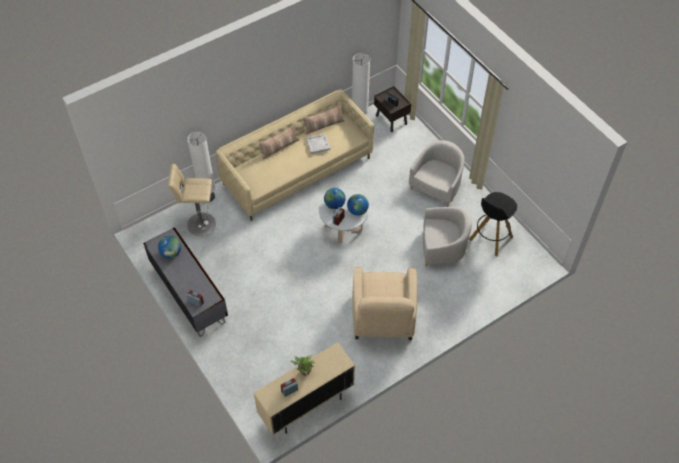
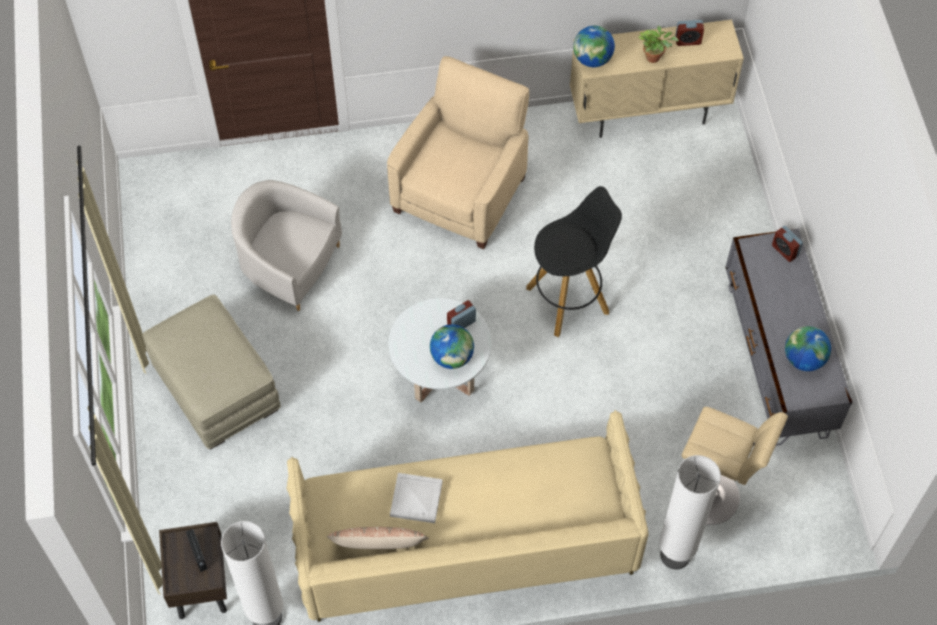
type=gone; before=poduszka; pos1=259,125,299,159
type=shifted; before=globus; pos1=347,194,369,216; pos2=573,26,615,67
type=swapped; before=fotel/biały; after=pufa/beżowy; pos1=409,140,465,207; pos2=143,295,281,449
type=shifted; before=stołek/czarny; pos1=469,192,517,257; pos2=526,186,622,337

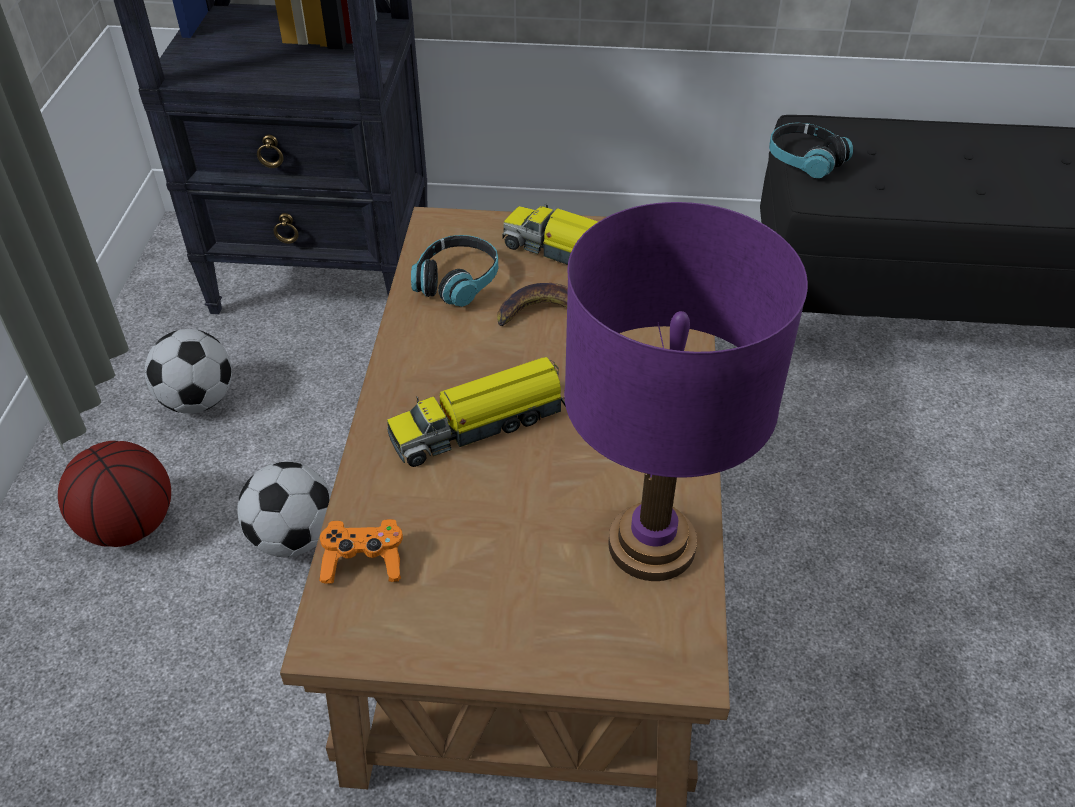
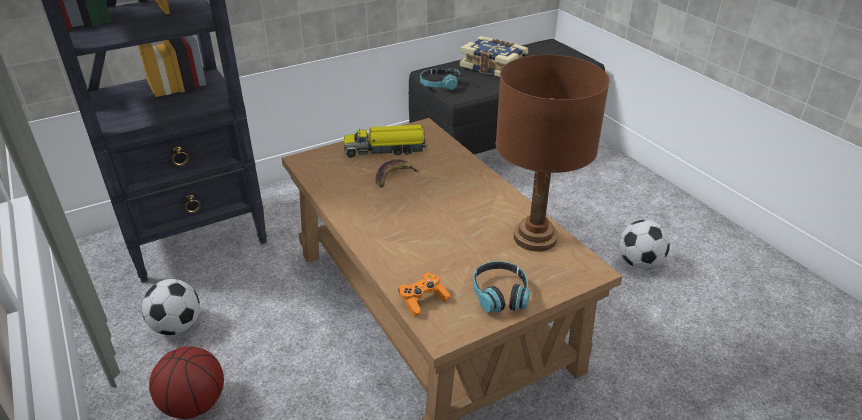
type=shifted; before=piłka futbolowa; pos1=237,462,332,557; pos2=619,220,670,269
type=gone; before=ciężarówka zabawkowa; pos1=387,357,566,467
type=shifted; before=słuchawki; pos1=411,235,498,307; pos2=473,261,530,313
type=repainted; before=lampa stołowa/fioletowy; after=lampa stołowa/brązowy; pos1=564,202,808,581; pos2=496,55,610,252
type=new; after=książka; pos2=460,36,529,77

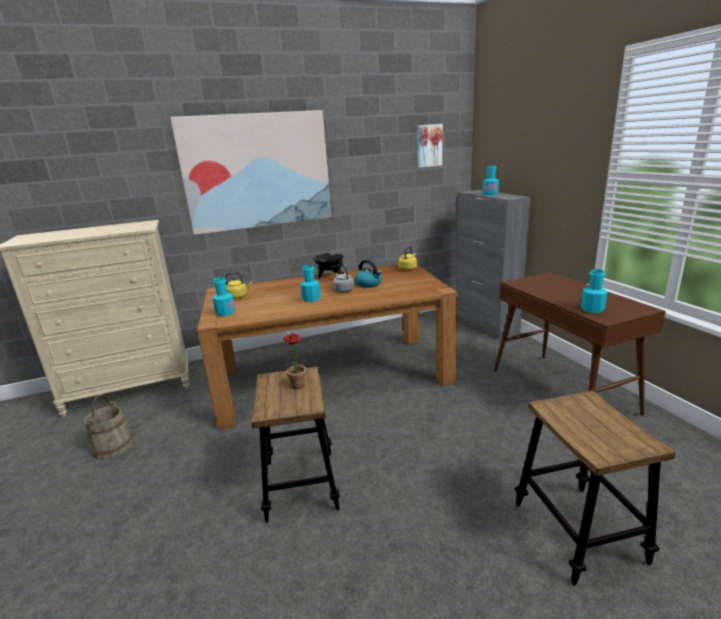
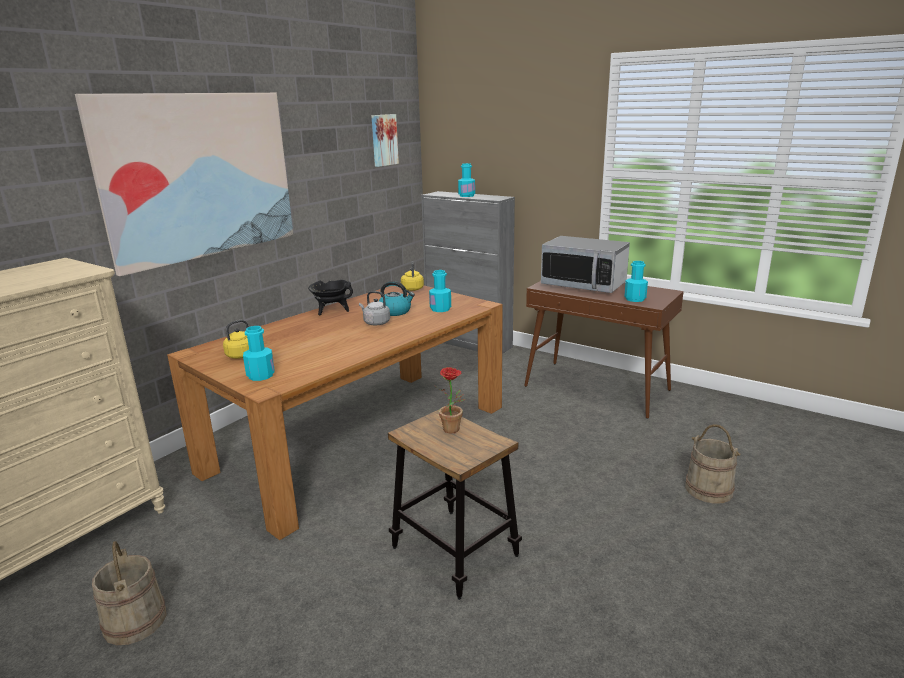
type=shifted; before=butelka/turkusowy; pos1=300,265,321,302; pos2=429,270,451,312
type=swapped; before=stołek; after=wiadro/beżowy; pos1=515,391,676,586; pos2=685,424,741,504
type=new; after=mikrofalówka; pos2=541,236,630,293

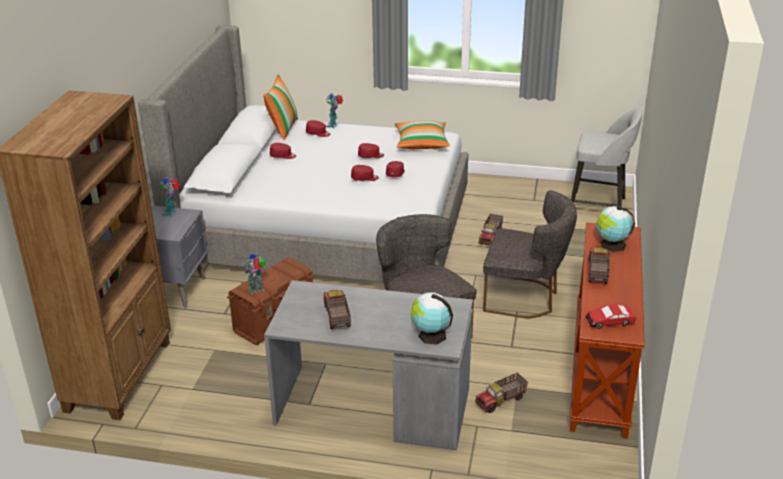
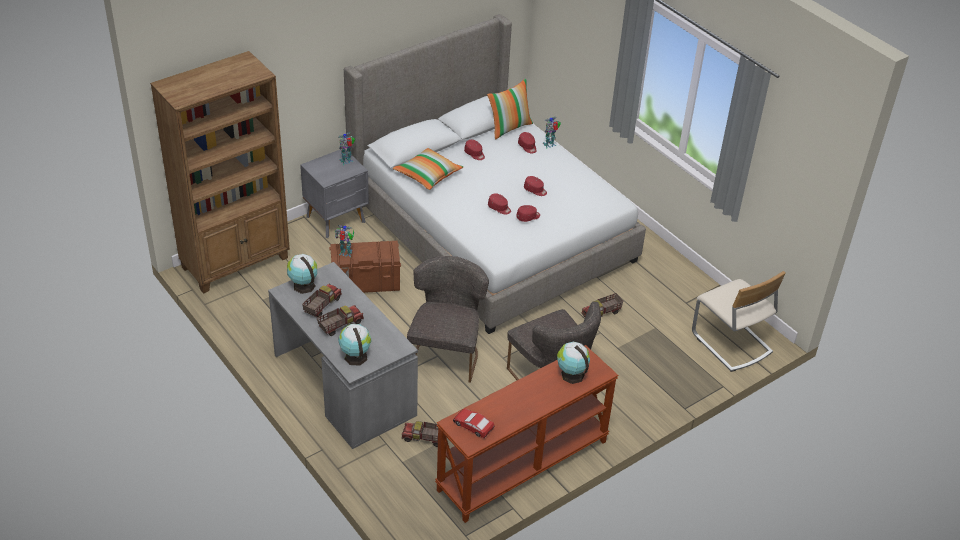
type=shifted; before=poduszka; pos1=395,120,450,149; pos2=393,148,463,190
type=swapped; before=stołek/szary; after=krzesło/beżowy; pos1=571,108,642,207; pos2=692,271,786,372
type=shifted; before=ciężarówka zabawkowa; pos1=589,248,610,283; pos2=317,305,364,336
type=new; after=globus; pos2=287,254,317,294

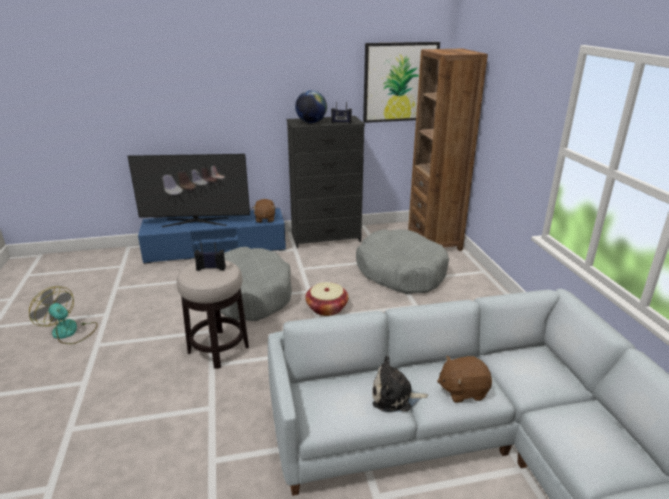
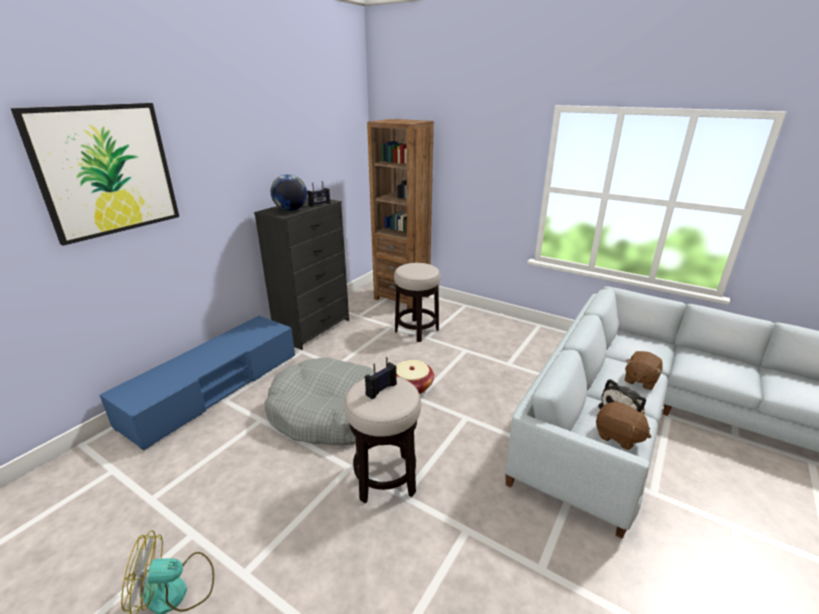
type=gone; before=telewizor; pos1=128,154,250,227
type=shifted; before=pluszak/brązowy; pos1=253,199,275,223; pos2=596,401,651,450
type=swapped; before=legowisko/szary; after=stołek; pos1=356,229,449,294; pos2=394,263,441,342
type=shifted; before=obraz; pos1=363,42,440,123; pos2=11,103,179,246

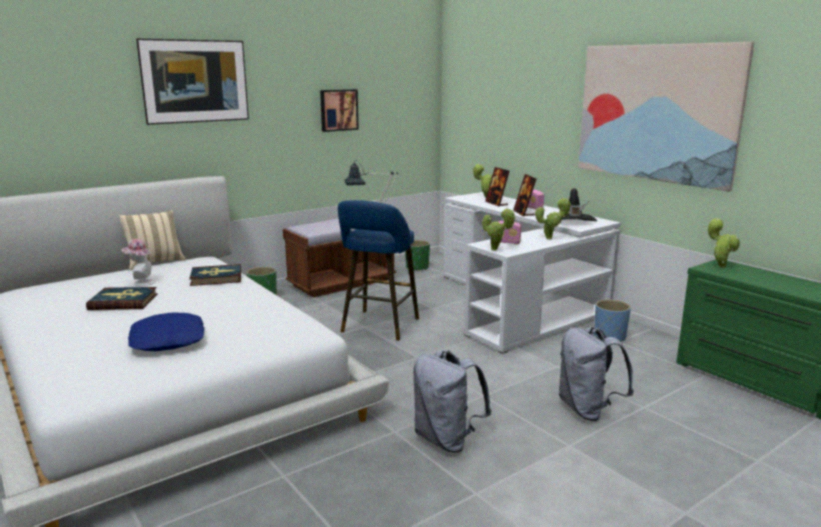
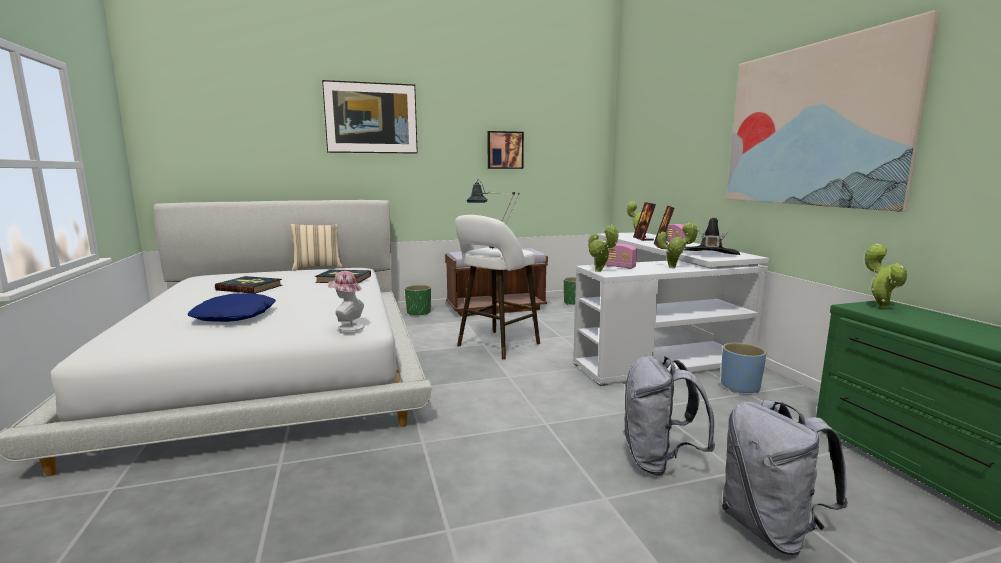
type=shifted; before=kapelusz; pos1=122,239,155,286; pos2=328,271,365,331
type=repainted; before=stołek/niebieski; after=stołek/biały; pos1=338,200,419,341; pos2=455,215,540,359
type=shifted; before=plecak/szary; pos1=413,350,491,452; pos2=722,400,848,555

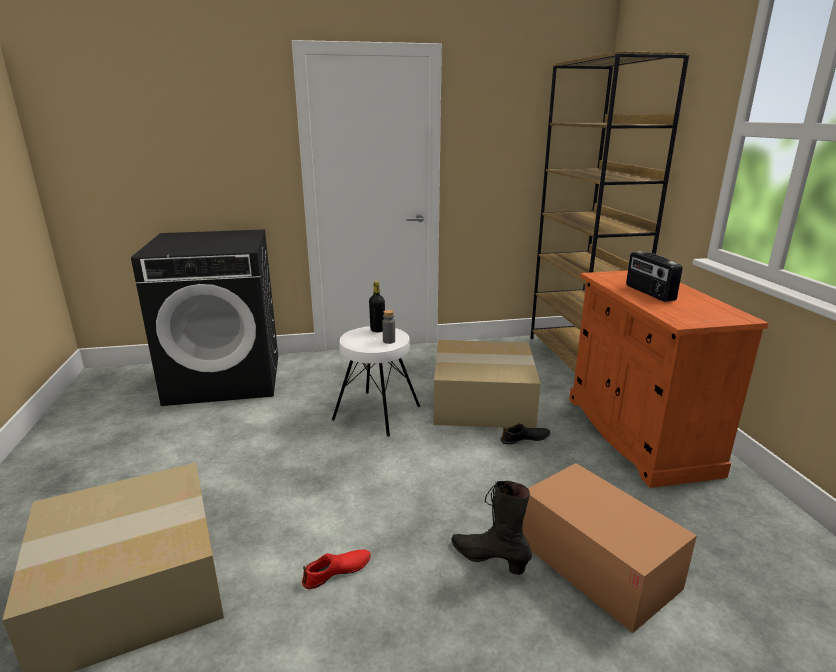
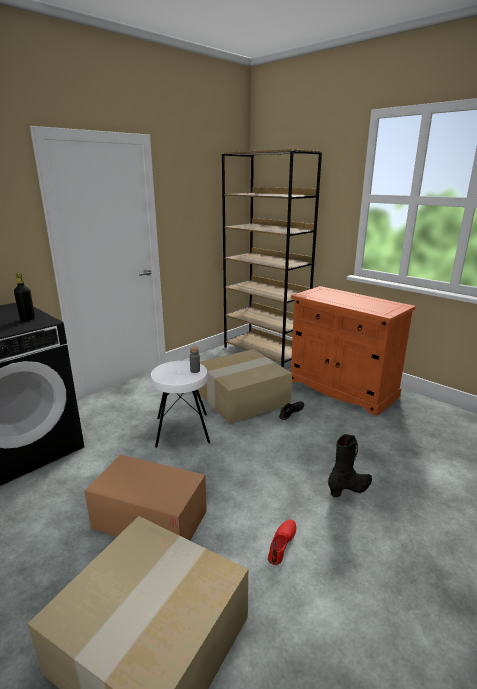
type=shifted; before=butelka/czarny; pos1=369,281,385,332; pos2=14,273,35,321
type=rotated; before=but z cholewką/czarny; pos1=451,481,532,575; pos2=328,434,372,497; turn=150
type=shifted; before=karton; pos1=523,463,697,633; pos2=85,455,207,541
type=gone; before=radio; pos1=626,251,683,302

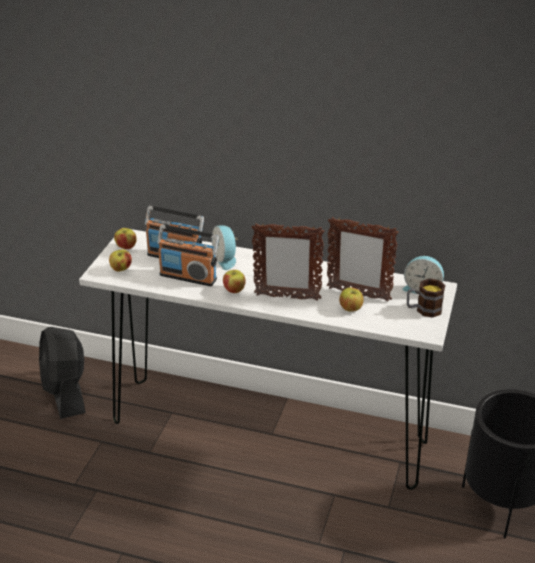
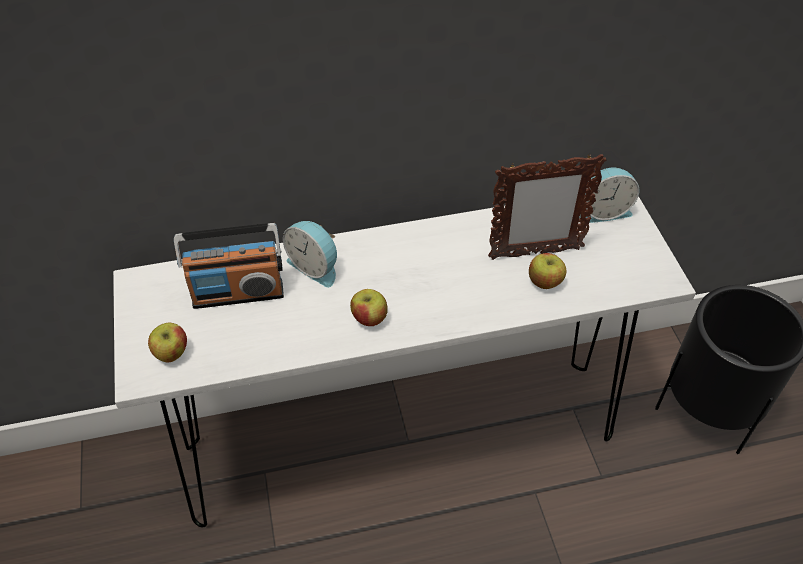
type=gone; before=wentylator/czarny; pos1=39,327,86,419
type=gone; before=jabłko; pos1=114,228,137,249
type=gone; before=radio; pos1=157,224,219,286
type=gone; before=ramka na zdjęcie; pos1=252,223,324,301
type=gone; before=kubek; pos1=407,279,445,317

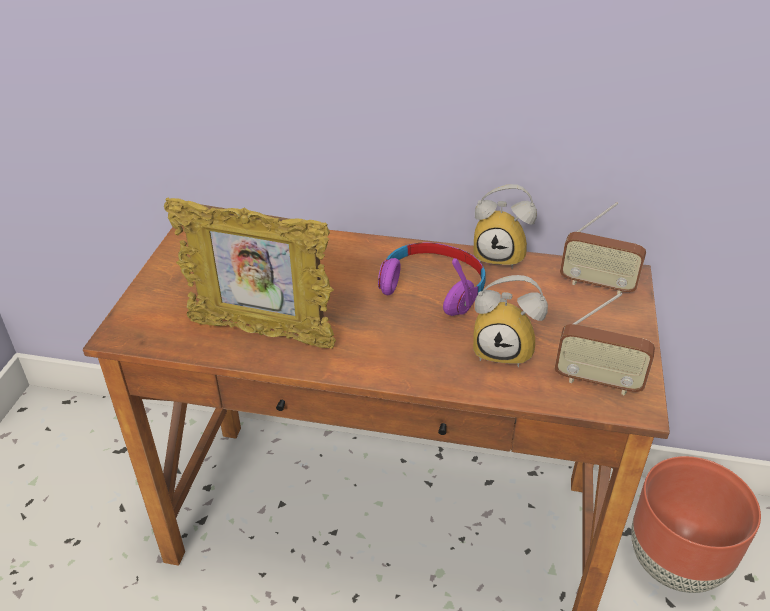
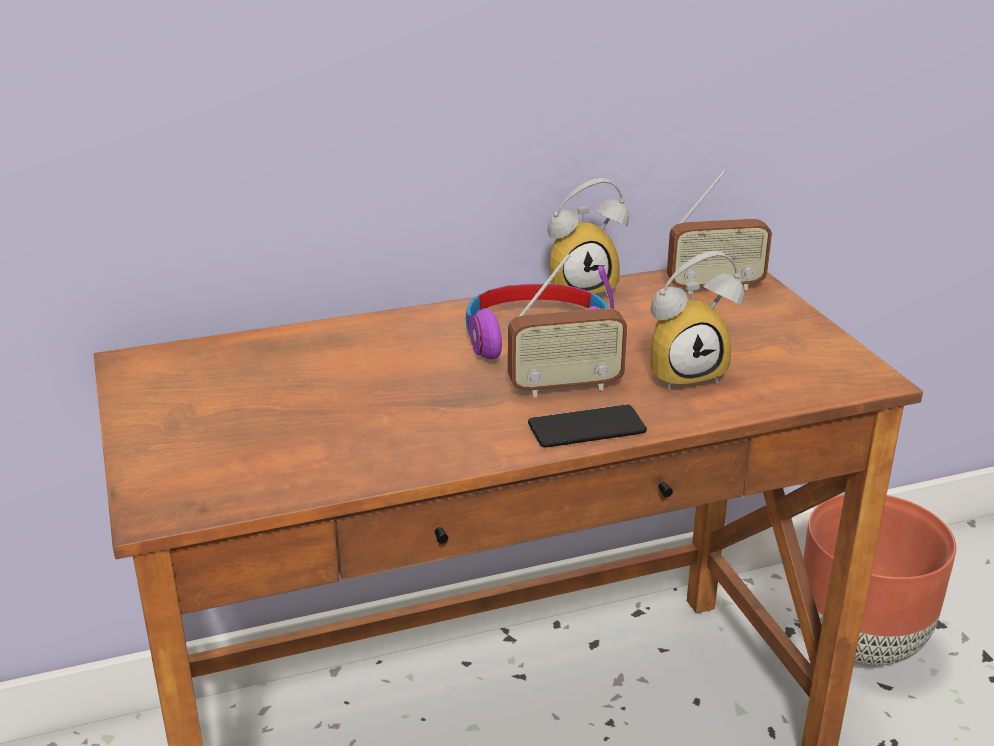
type=gone; before=ramka na zdjęcie; pos1=164,198,336,349
type=shifted; before=radio; pos1=555,293,655,395; pos2=508,254,628,398
type=new; after=telefon; pos2=528,404,647,448

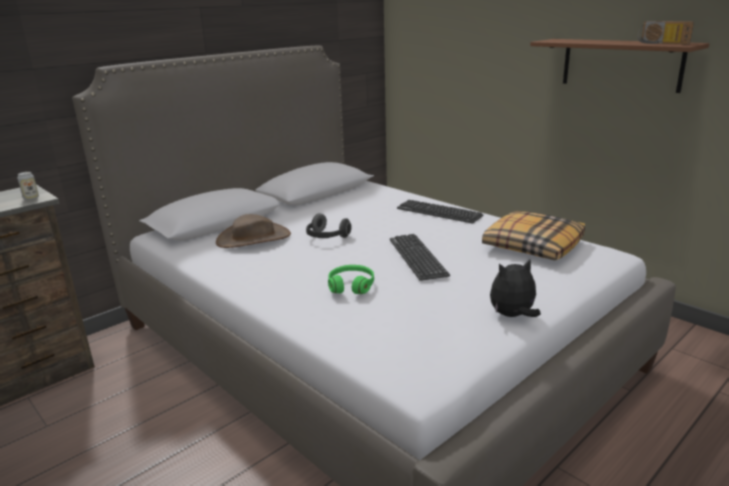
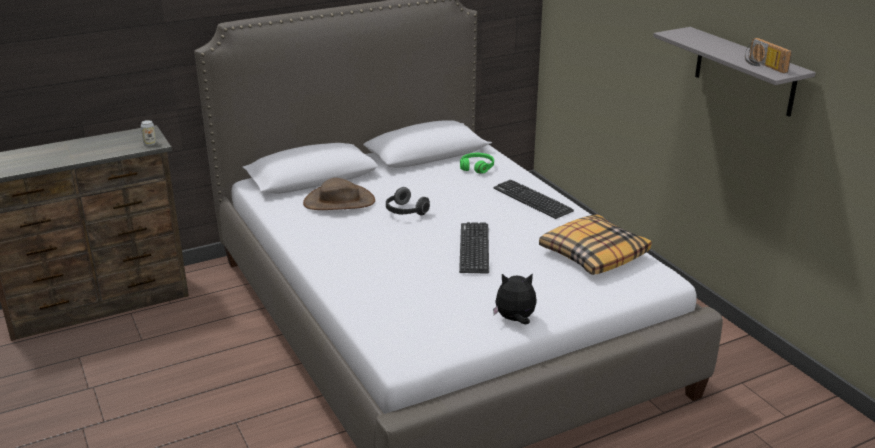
type=shifted; before=słuchawki/zielony; pos1=328,265,374,294; pos2=460,153,494,174
type=repainted; before=półka/brązowy; after=półka/szary; pos1=530,39,709,93; pos2=653,27,816,117

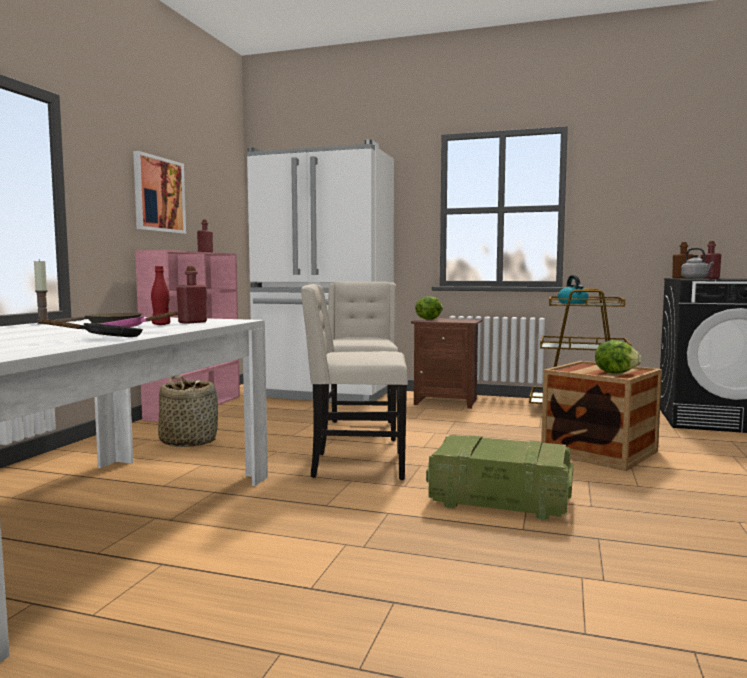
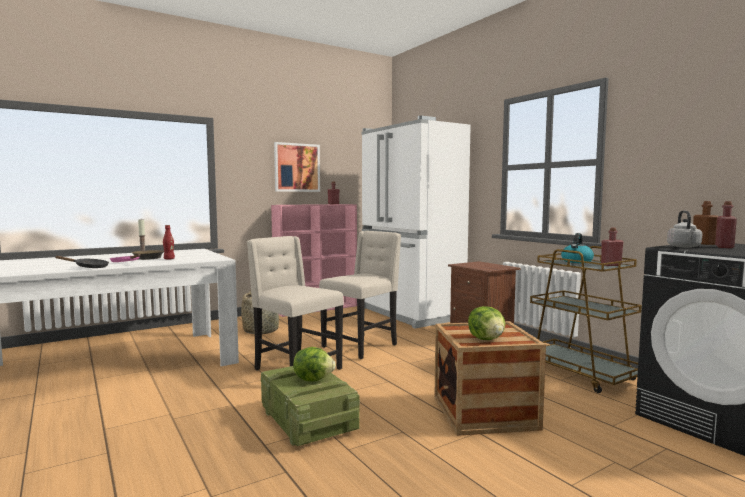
type=shifted; before=butelka/czerwony; pos1=176,266,207,324; pos2=601,228,623,266
type=shifted; before=sałata; pos1=415,296,443,320; pos2=293,347,336,381

